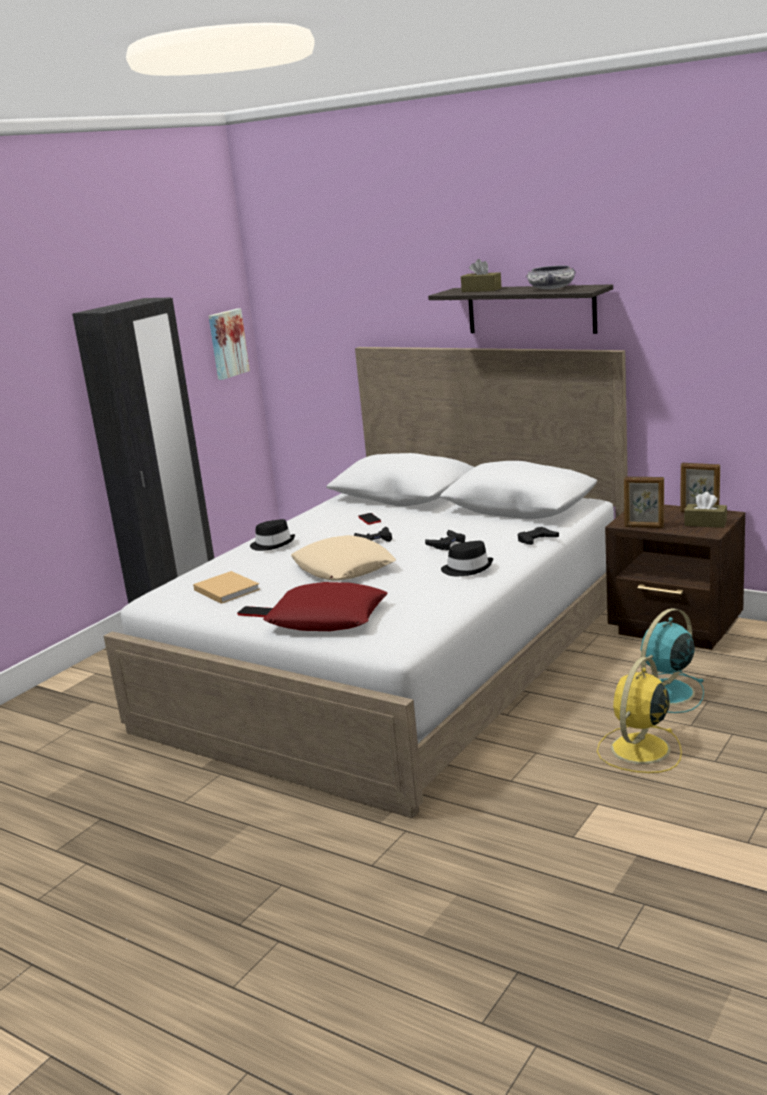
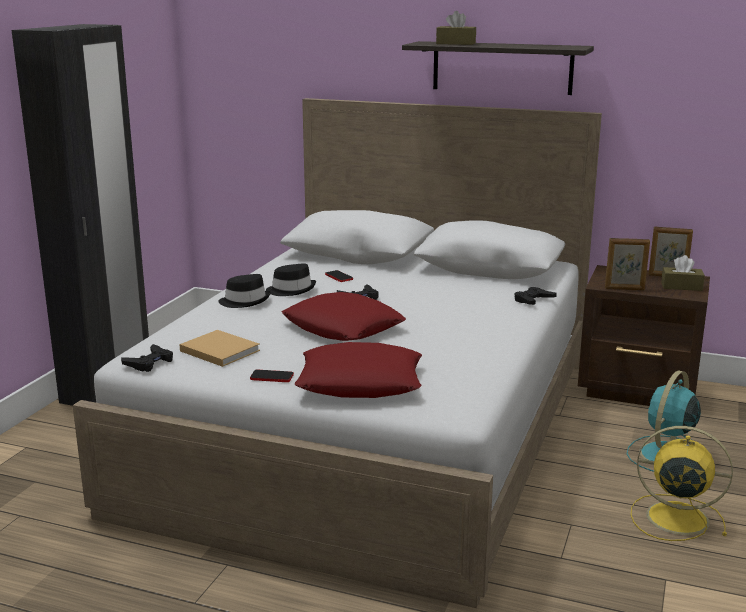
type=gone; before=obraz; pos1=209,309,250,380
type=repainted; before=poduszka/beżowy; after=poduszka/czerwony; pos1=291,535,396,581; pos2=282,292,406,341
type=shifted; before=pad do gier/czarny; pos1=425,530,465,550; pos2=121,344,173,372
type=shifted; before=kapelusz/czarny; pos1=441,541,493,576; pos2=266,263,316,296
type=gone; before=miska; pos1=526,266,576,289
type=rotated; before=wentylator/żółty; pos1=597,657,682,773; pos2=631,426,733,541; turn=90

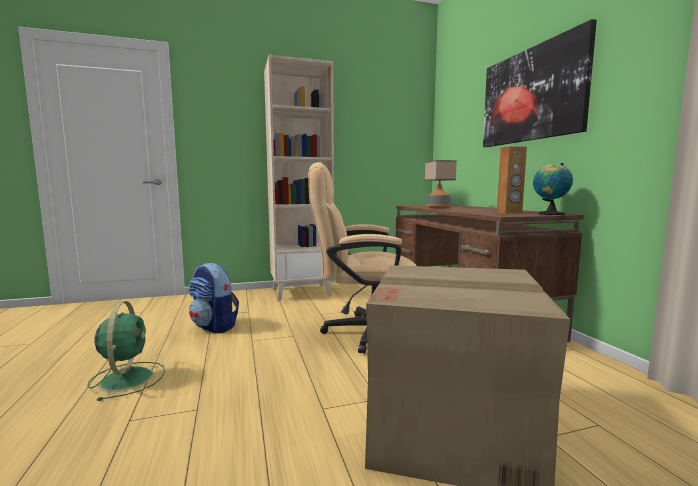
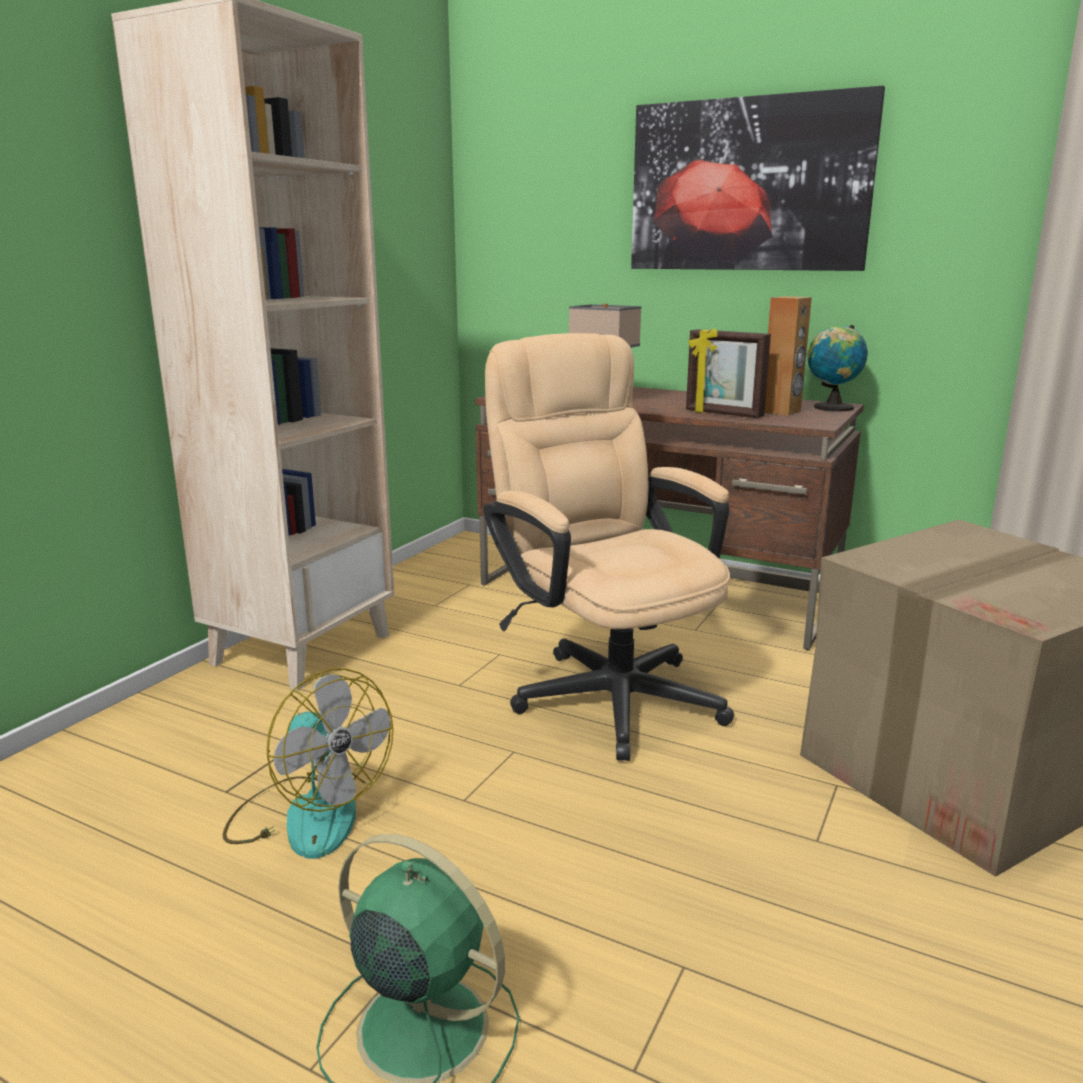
type=swapped; before=plecak; after=wentylator; pos1=188,263,239,334; pos2=223,668,394,859
type=rotated; before=krzesło biurowe/beżowy; pos1=308,162,417,354; pos2=483,333,734,761; turn=105
type=new; after=ramka na zdjęcie; pos2=686,328,771,418

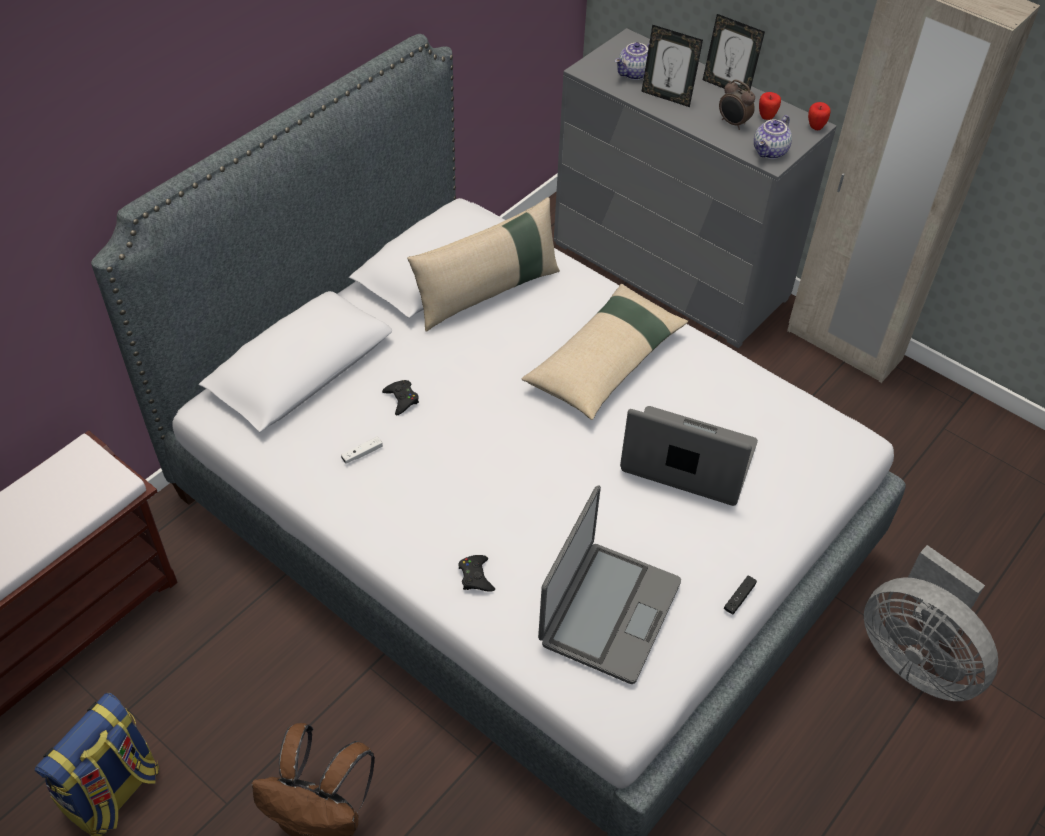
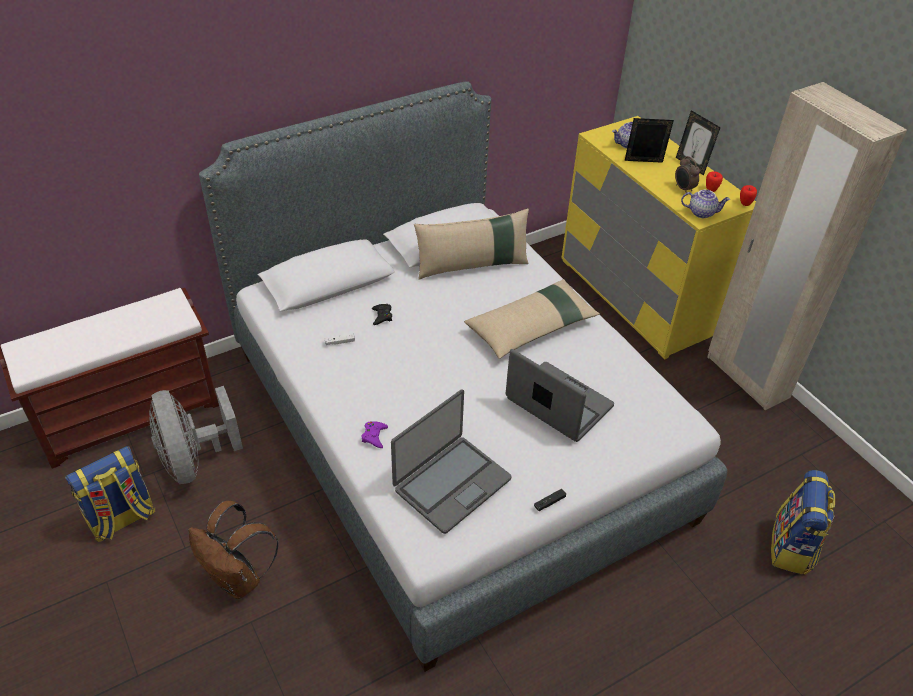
type=repainted; before=pad do gier/czarny; after=pad do gier/fioletowy; pos1=458,555,495,591; pos2=362,421,388,448
type=repainted; before=komoda/szary; after=komoda/żółty; pos1=554,28,836,348; pos2=562,116,756,360
type=rotated; before=ramka na zdjęcie; pos1=641,25,703,107; pos2=625,118,674,163; turn=135
type=rotated; before=imbryk; pos1=754,115,792,159; pos2=681,190,730,218; turn=-135
type=shifted; before=wentylator/szary; pos1=864,545,998,701; pos2=149,386,243,484
type=new; after=plecak; pos2=771,470,835,575

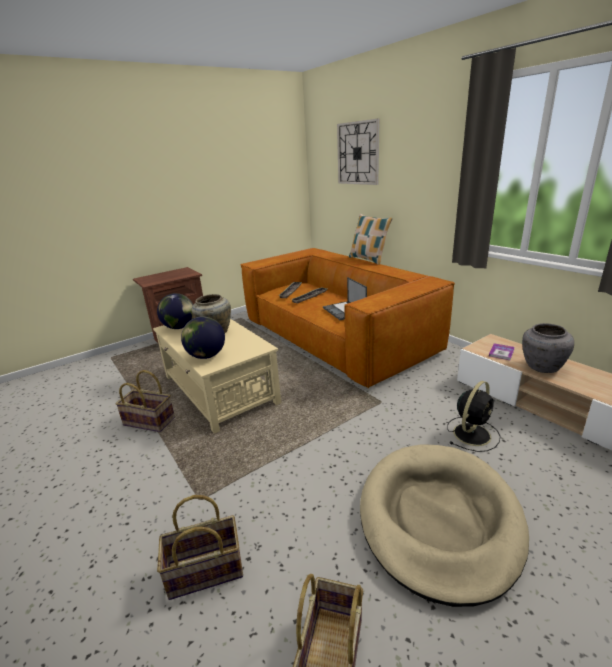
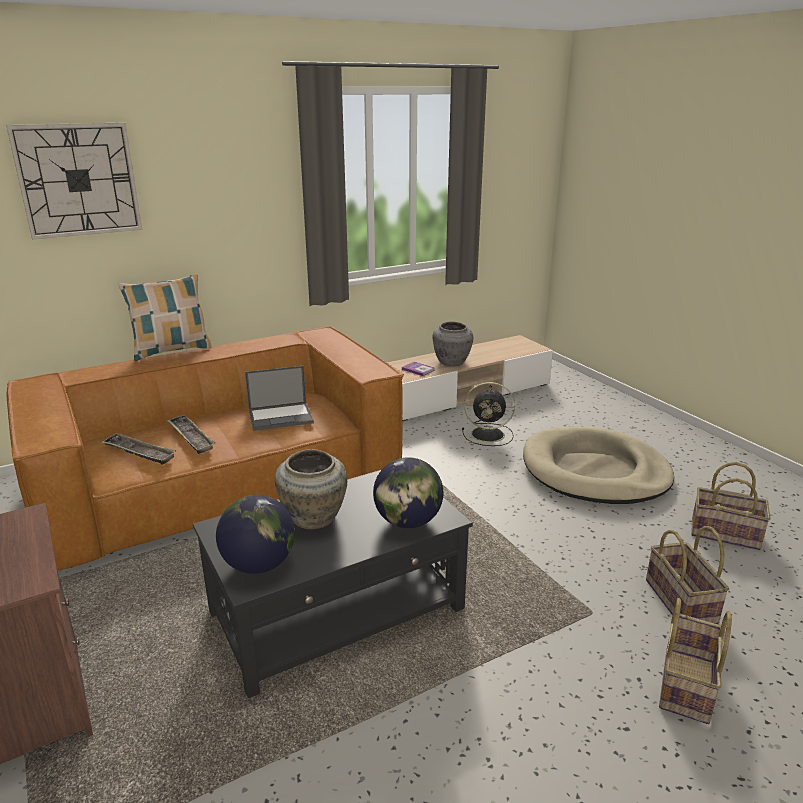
type=shifted; before=koszyk; pos1=115,370,175,432; pos2=659,598,732,724
type=repainted; before=ława/beżowy; after=ława/czarny; pos1=153,318,281,433; pos2=193,470,473,698
type=rotated; before=wentylator/czarny; pos1=447,381,501,452; pos2=462,382,515,446; turn=135

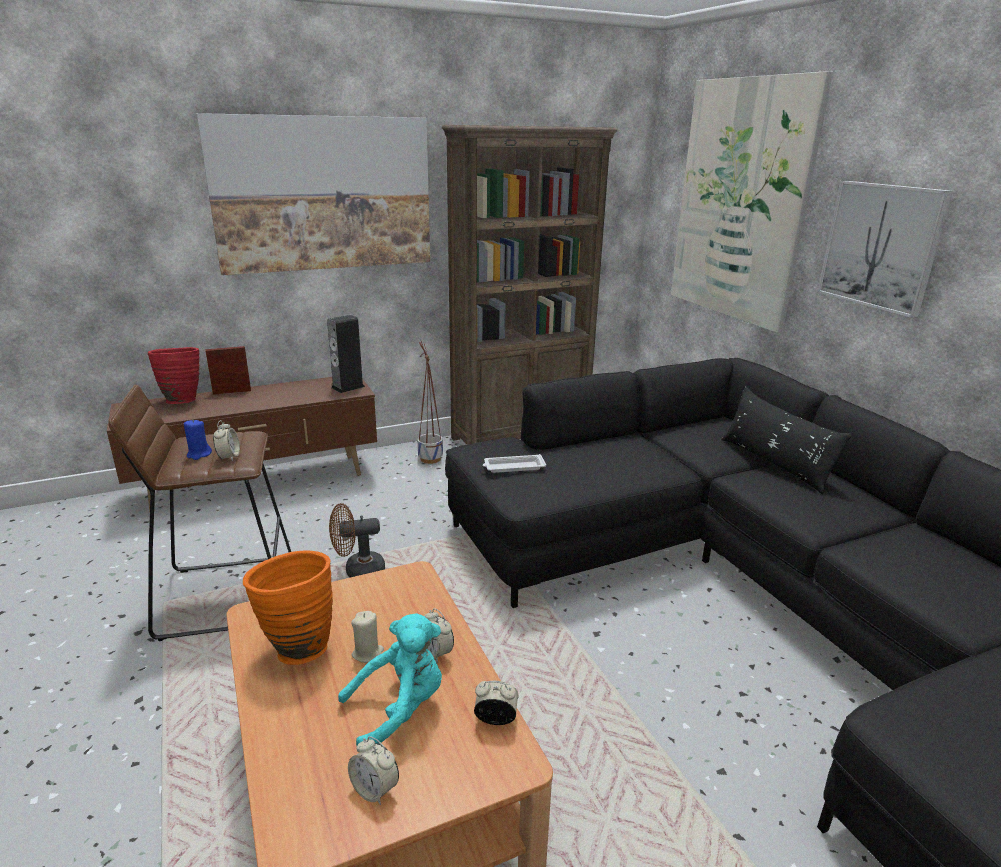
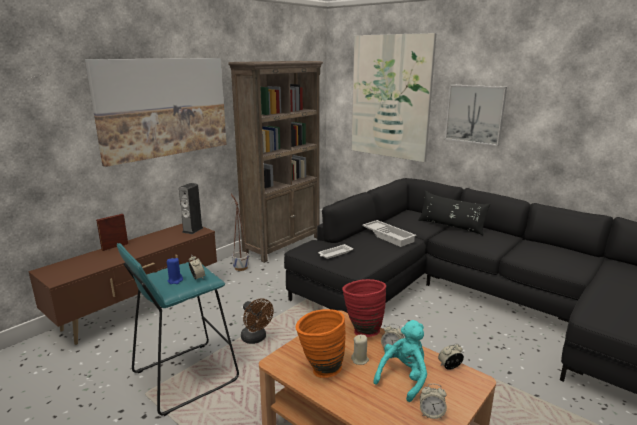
type=repainted; before=stołek/brązowy; after=stołek/turkusowy; pos1=108,385,291,641; pos2=117,243,239,416
type=shifted; before=wazon/czerwony; pos1=148,347,199,404; pos2=342,279,386,337
type=rotated; before=wentylator/brązowy; pos1=329,503,385,578; pos2=241,298,274,344; turn=-90
type=new; after=taca/biały; pos2=363,220,416,247

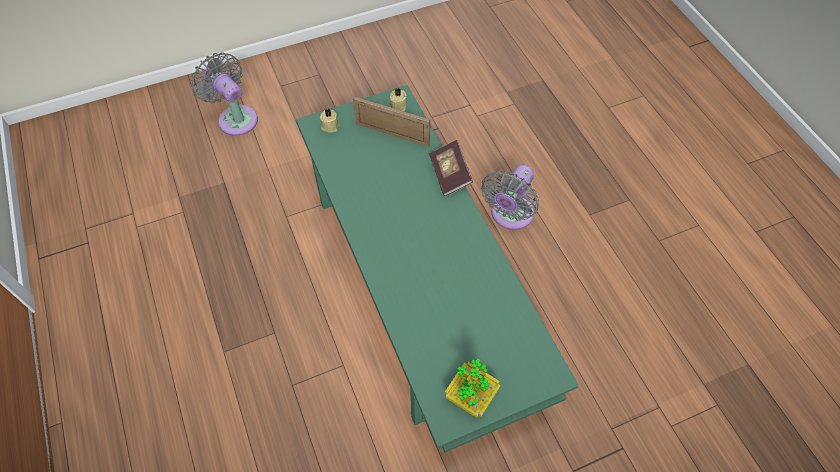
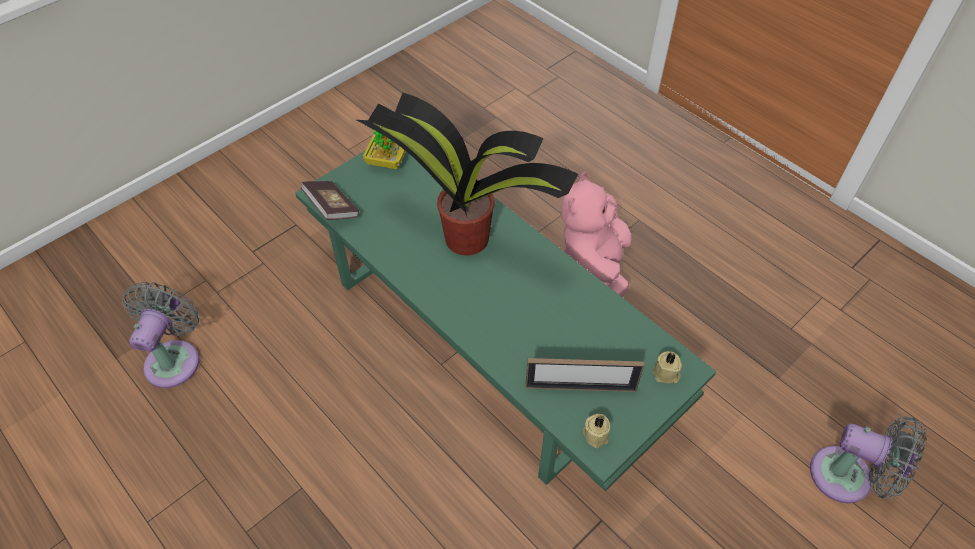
type=shifted; before=książka; pos1=429,140,473,196; pos2=301,181,359,220
type=shifted; before=wentylator/szary; pos1=481,164,539,230; pos2=122,282,200,388
type=new; after=roślina doniczkowa; pos2=357,93,578,255
type=new; after=pluszak/różowy; pos2=561,171,632,297

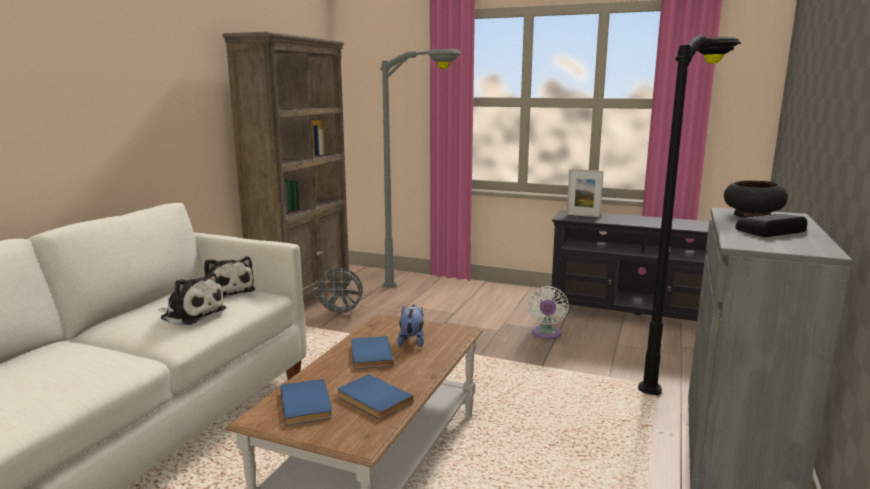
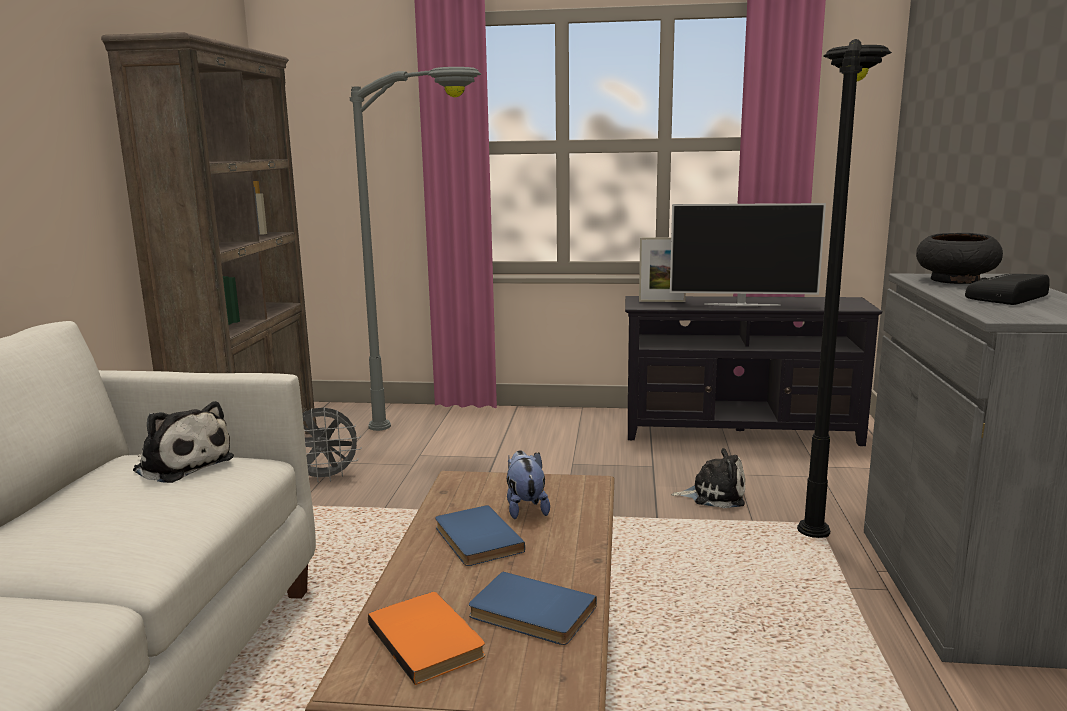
type=shifted; before=pluszak; pos1=158,272,226,325; pos2=671,448,745,508
type=repainted; before=książka/niebieski; after=książka/pomarańczowy; pos1=280,379,332,426; pos2=368,592,485,685
type=gone; before=wentylator/biały; pos1=528,286,569,339
type=new; after=telewizor; pos2=670,203,826,306

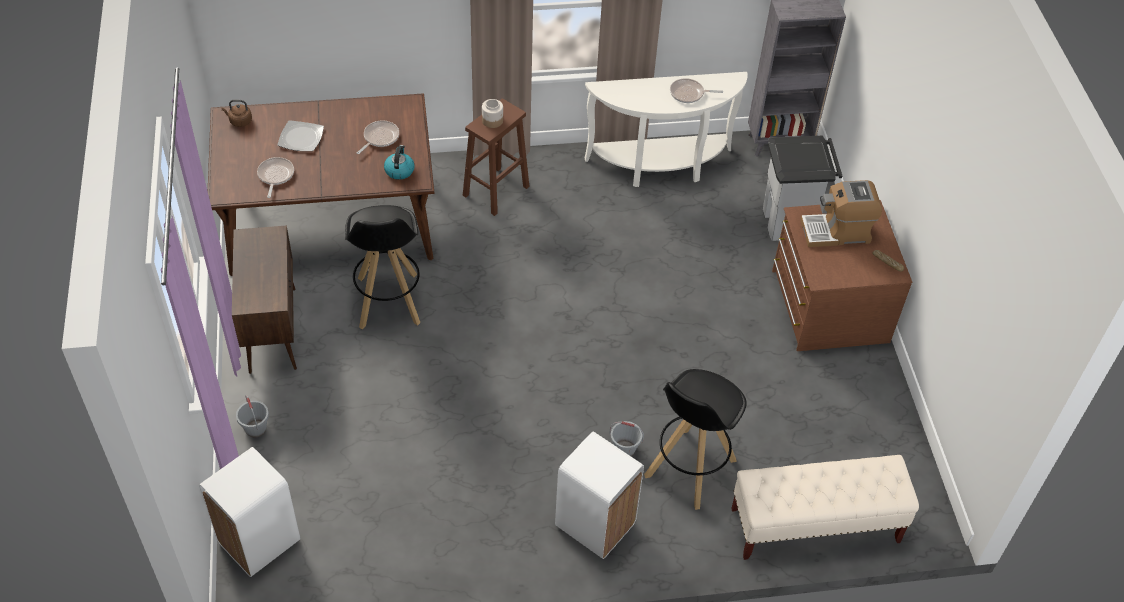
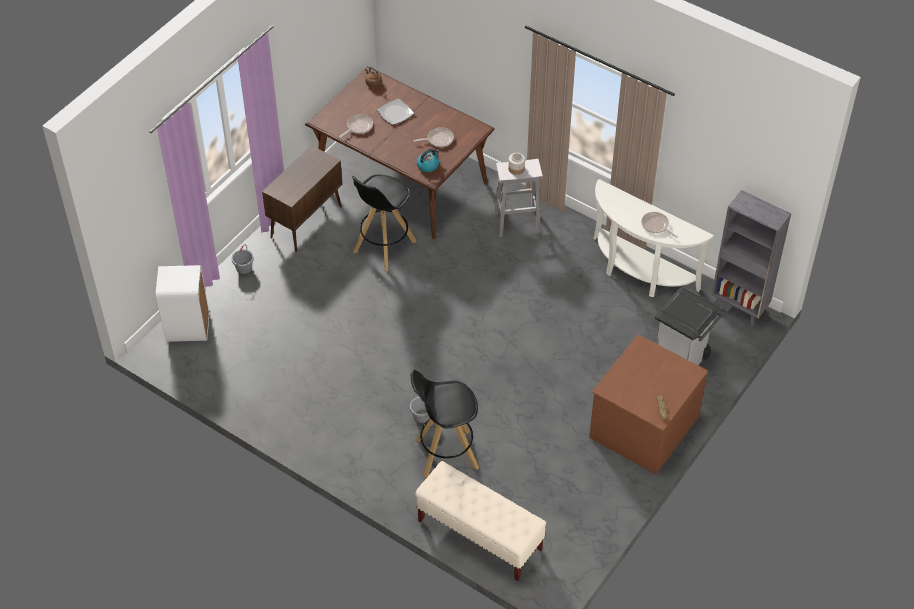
type=repainted; before=stołek/brązowy; after=stołek/biały; pos1=463,99,530,216; pos2=494,159,543,237
type=gone; before=kosz na śmieci/biały; pos1=555,431,644,559
type=gone; before=ekspres do kawy; pos1=800,180,882,247

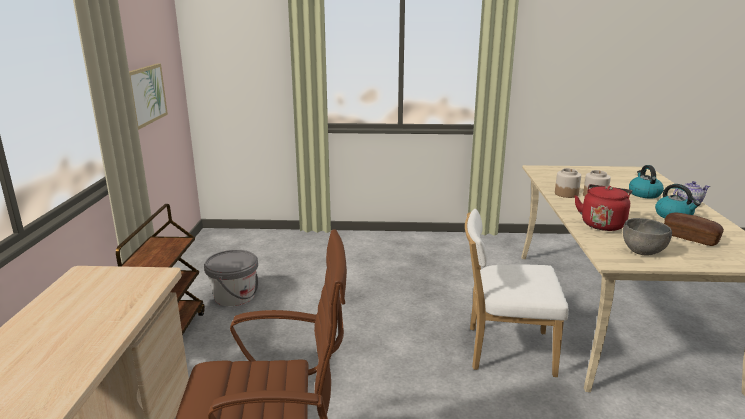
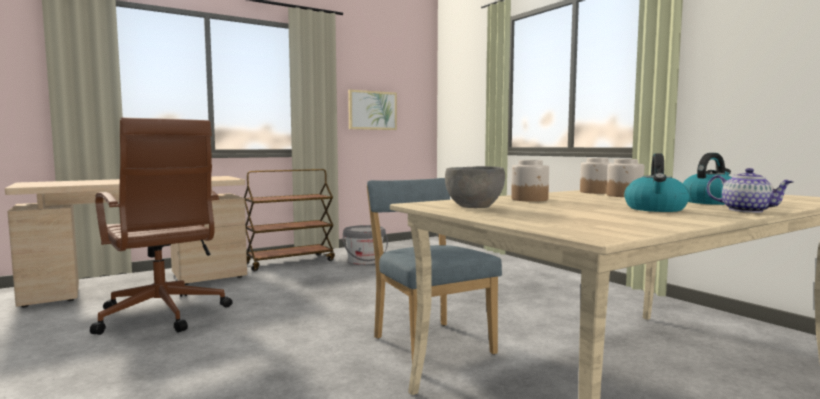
type=repainted; before=krzesło/biały; after=krzesło/niebieski; pos1=465,209,569,377; pos2=367,178,502,361
type=swapped; before=czajnik/czerwony; after=słoik; pos1=575,184,632,231; pos2=511,160,549,202
type=gone; before=chleb; pos1=664,212,724,246

